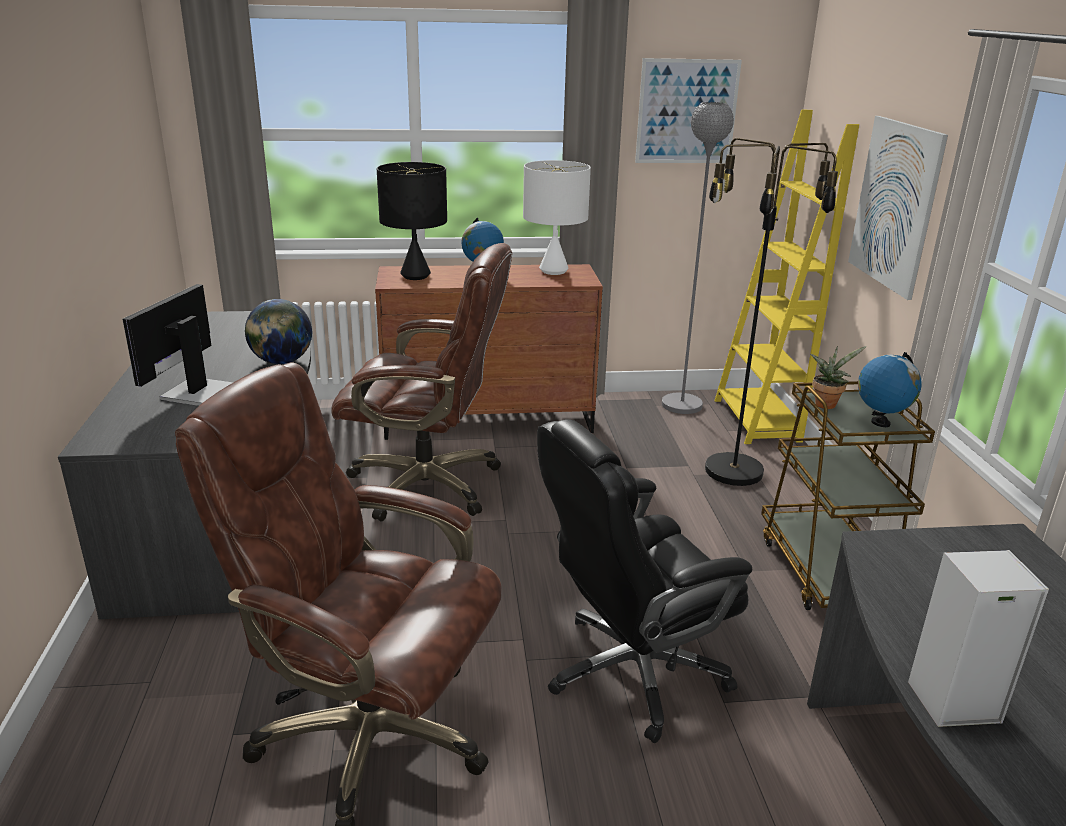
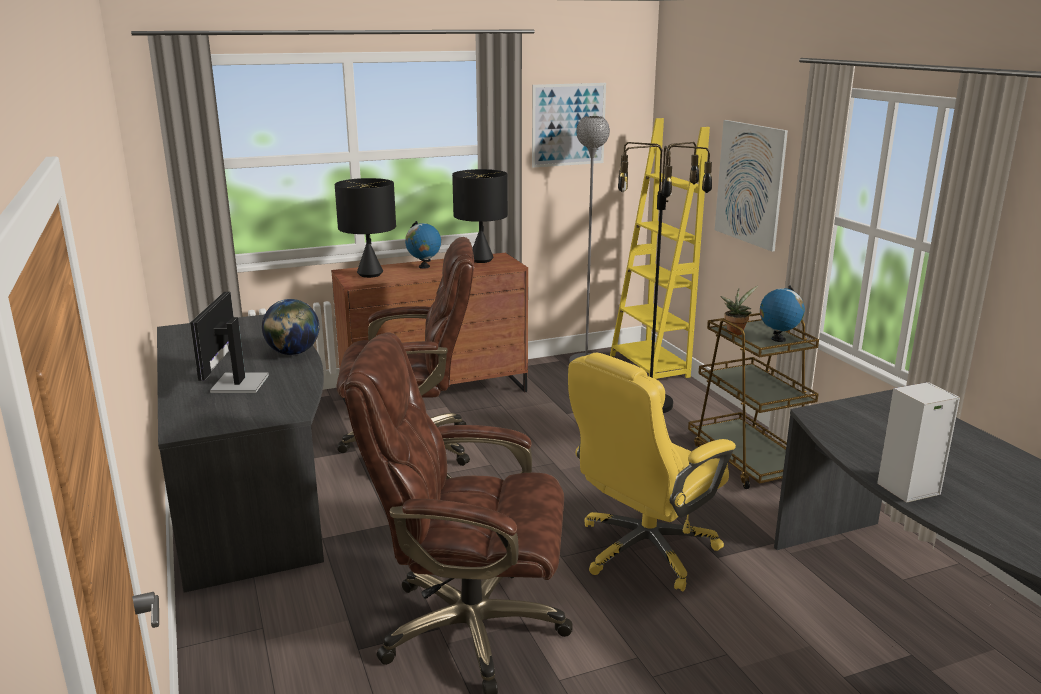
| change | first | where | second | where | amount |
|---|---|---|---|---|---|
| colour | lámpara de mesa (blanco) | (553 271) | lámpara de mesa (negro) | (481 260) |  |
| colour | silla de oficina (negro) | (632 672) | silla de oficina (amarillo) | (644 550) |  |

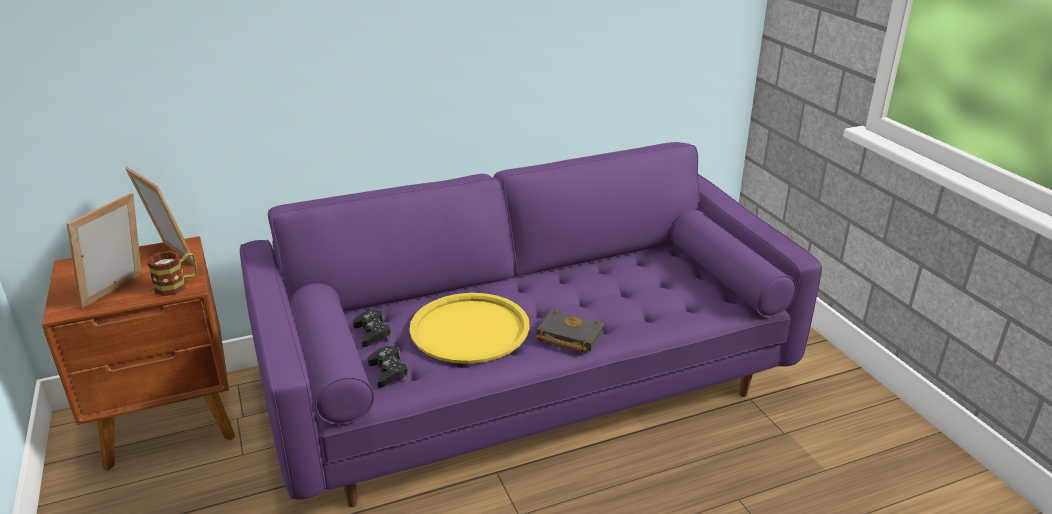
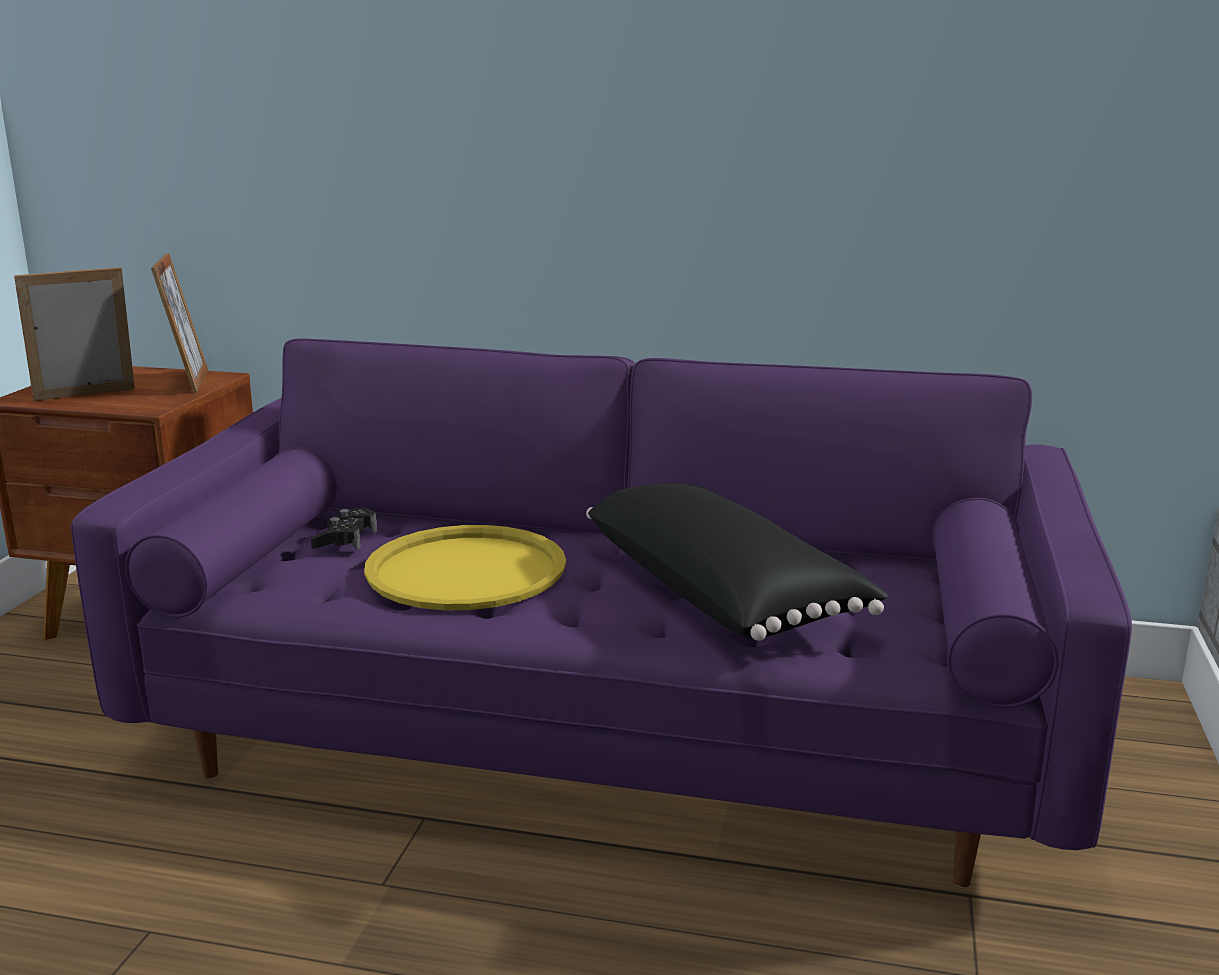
| change | first | where | second | where | amount |
|---|---|---|---|---|---|
| missing | taza grande | (178 285) |  |  |  |
| missing | mando de consola (negro) | (388 372) |  |  |  |
| missing | libro (negro) | (567 337) |  |  |  |
| appeared |  |  | cojín (negro) | (723 593) |  |

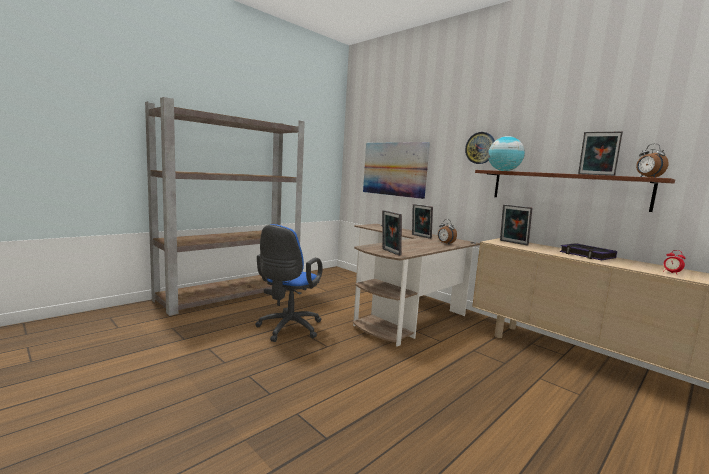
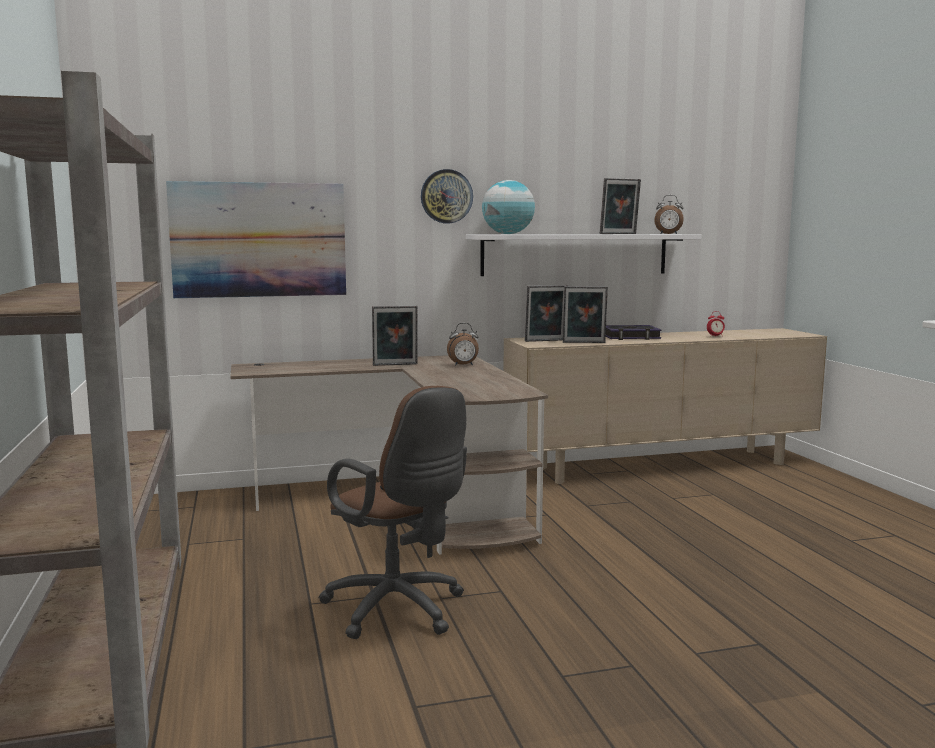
| change | first | where | second | where | amount |
|---|---|---|---|---|---|
| colour | silla de oficina (azul) | (287 329) | silla de oficina (marrón) | (399 611) |  |
| relocated | portarretratos | (390 252) |  | (584 343) |  |
| colour | estante (marrón) | (565 189) | estante (blanco) | (575 254) |  |

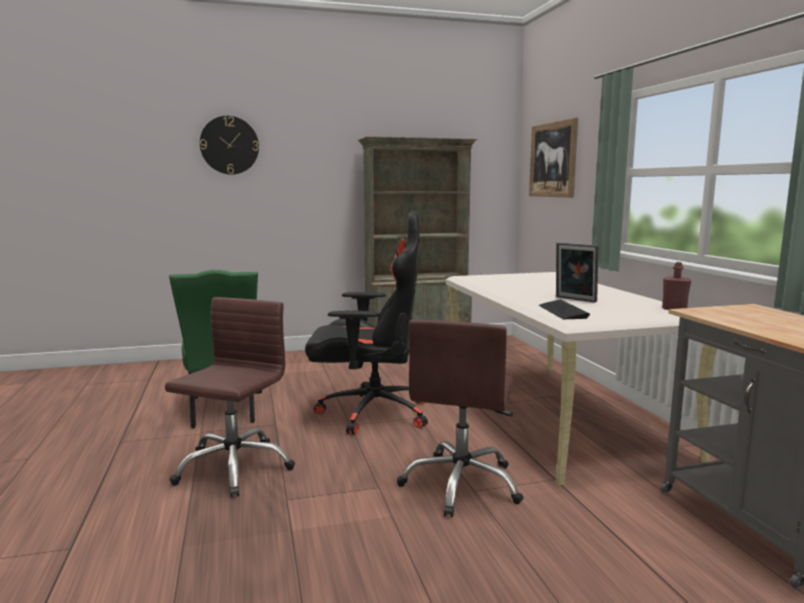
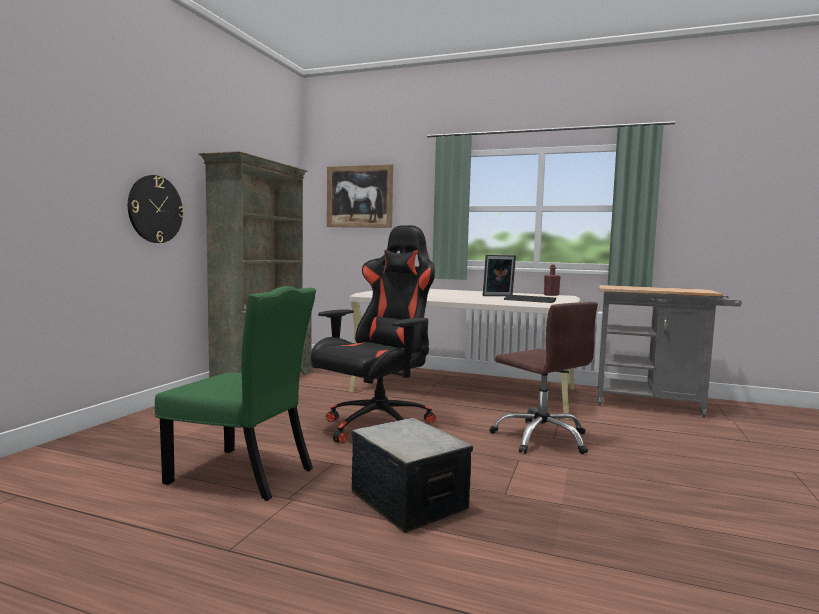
| change | first | where | second | where | amount |
|---|---|---|---|---|---|
| exchanged | silla de oficina (marrón) | (233 467) | caja de almacenaje | (409 501) |  |
| relocated | reloj de pared | (229 145) |  | (155 209) |  |

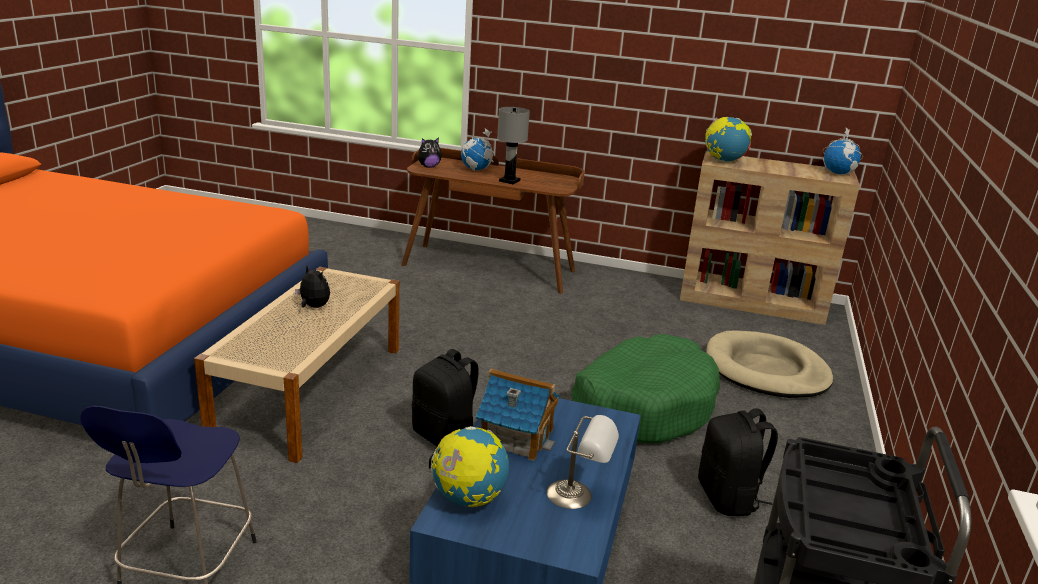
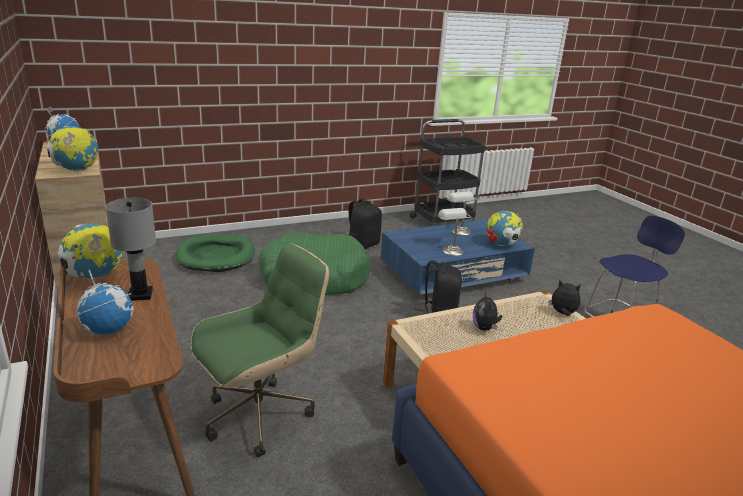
| change | first | where | second | where | amount |
|---|---|---|---|---|---|
| relocated | peluche | (429 166) |  | (562 313) |  |
| exchanged | casita | (516 437) | lámpara de mesa (blanco) | (450 249) |  |
| colour | cama para perro (beis) | (766 370) | cama para perro (verde) | (216 256) |  |
| appeared |  |  | globo terráqueo | (94 276) |  |
| appeared |  |  | silla de oficina (verde) | (262 415) |  |

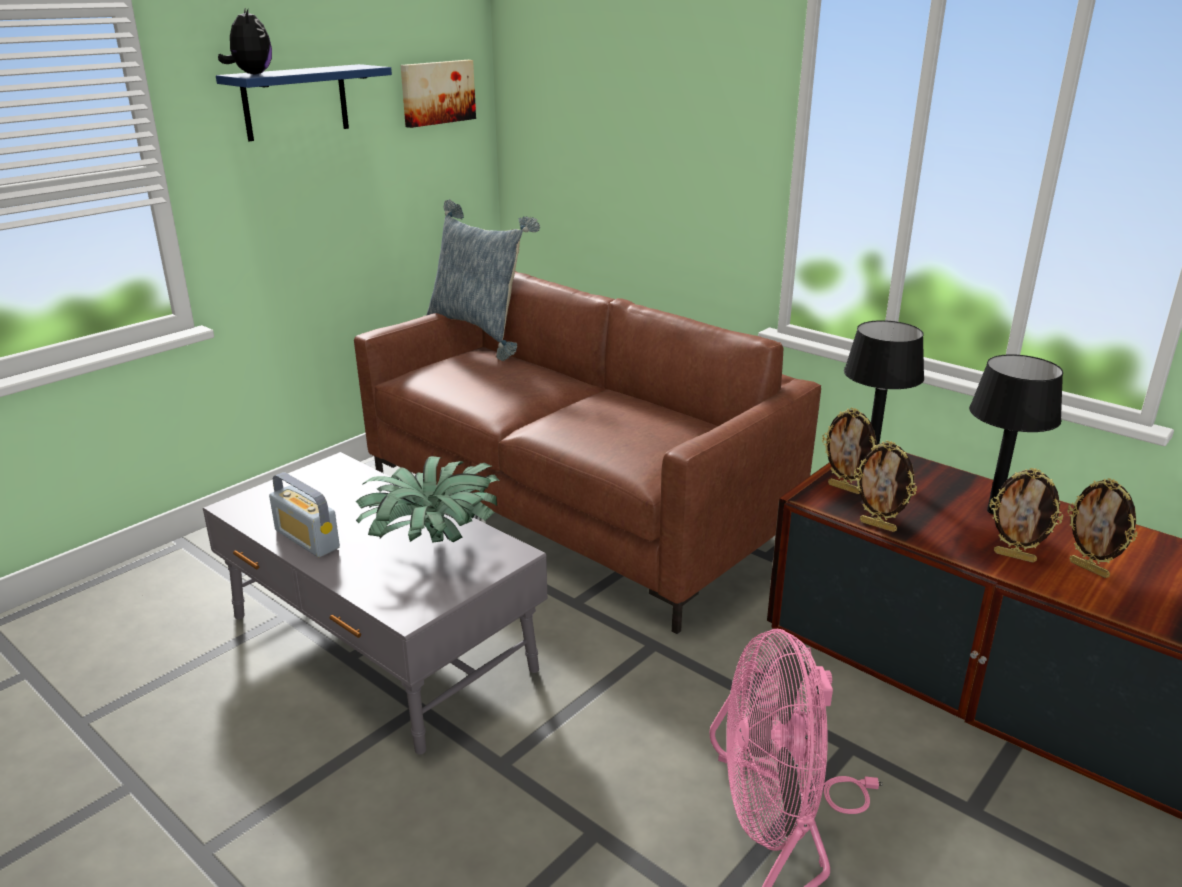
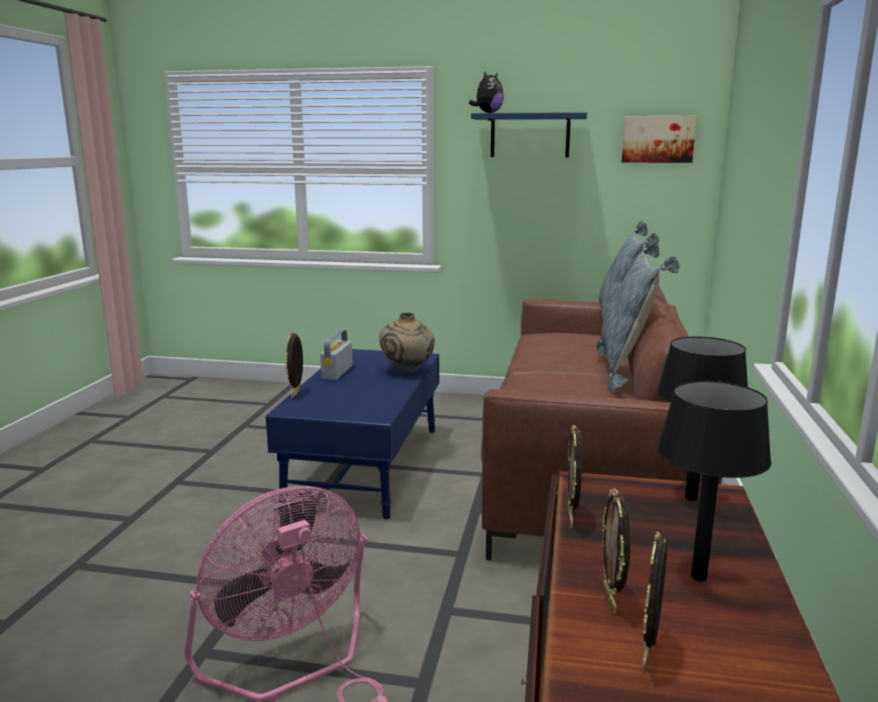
| change | first | where | second | where | amount |
|---|---|---|---|---|---|
| colour | mesa de centro (gris) | (382 644) | mesa de centro (azul) | (365 466) |  |
| missing | planta en maceta | (432 544) |  |  |  |
| relocated | portarretratos | (844 488) |  | (296 394) |  |
| appeared |  |  | florero (beis) | (407 371) |  |
| appeared |  |  | cojín | (629 375) |  |

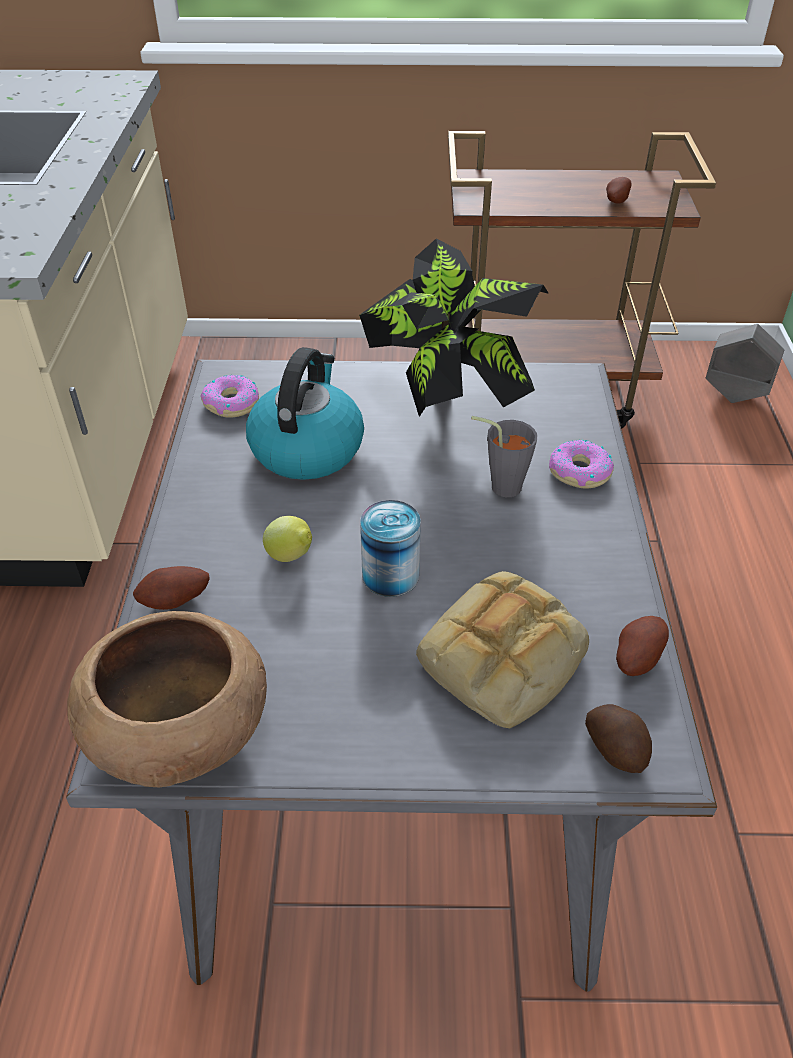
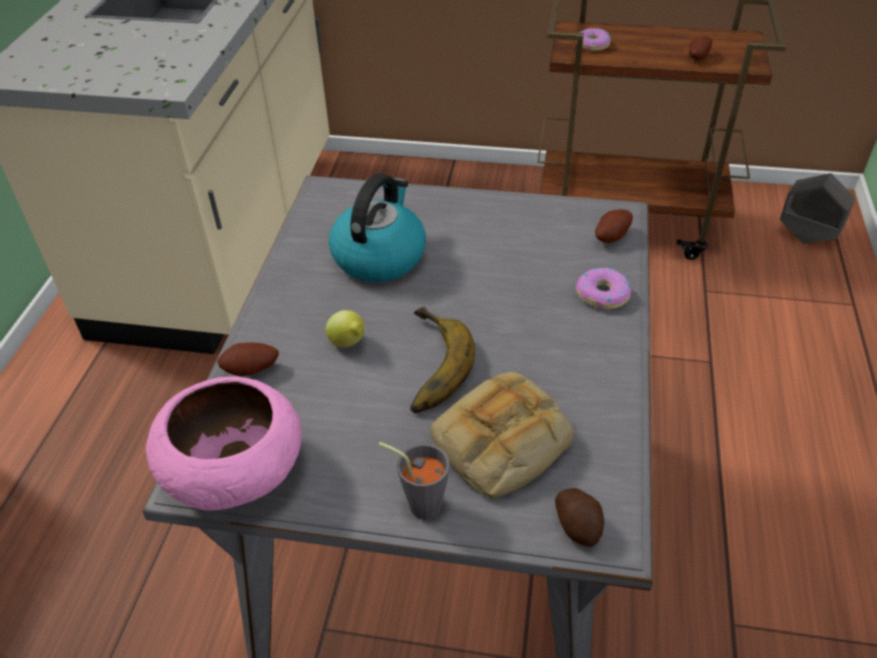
| change | first | where | second | where | amount |
|---|---|---|---|---|---|
| colour | cuenco (marrón) | (179 731) | cuenco (rosa) | (235 471) |  |
| relocated | rosquilla | (231 403) |  | (592 45) |  |
| missing | planta en maceta | (447 408) |  |  |  |
| exchanged | lata | (390 575) | plátano | (425 366) |  |
| relocated | taza (gris) | (499 485) |  | (418 503) |  |
| relocated | patata | (636 658) |  | (611 236) |  |

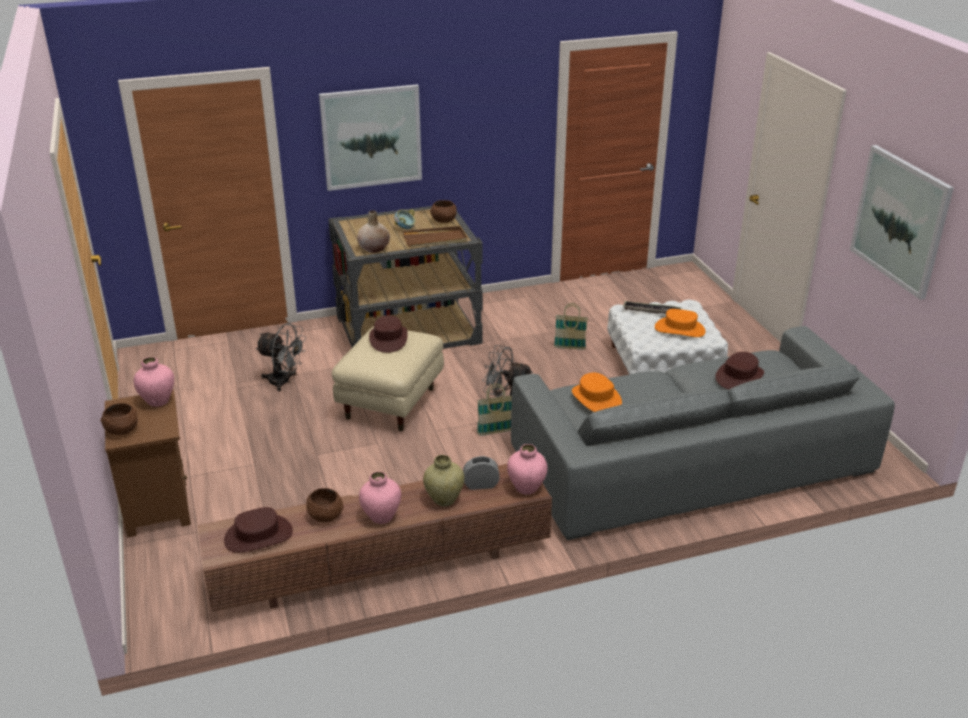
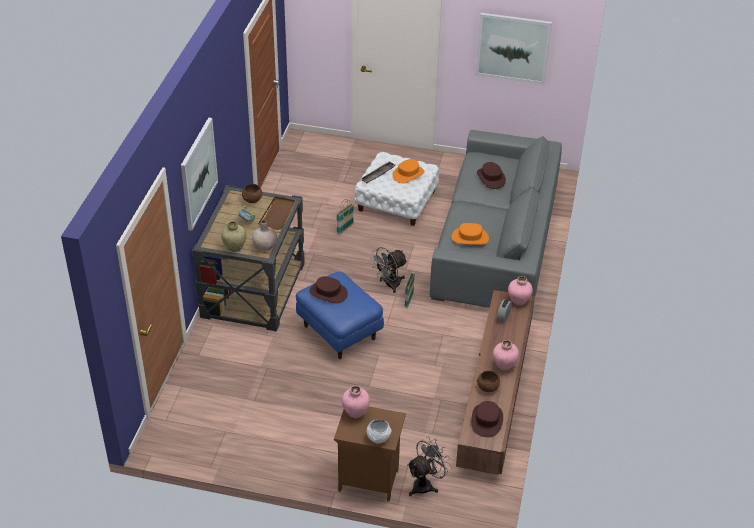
| change | first | where | second | where | amount |
|---|---|---|---|---|---|
| colour | cuenco (marrón) | (121 430) | cuenco (blanco) | (378 437) |  |
| relocated | ventilador (gris) | (284 382) |  | (426 484) |  |
| colour | puf (beis) | (391 403) | puf (azul) | (338 332) |  |
| relocated | florero (beis) | (444 499) |  | (234 247) |  |

